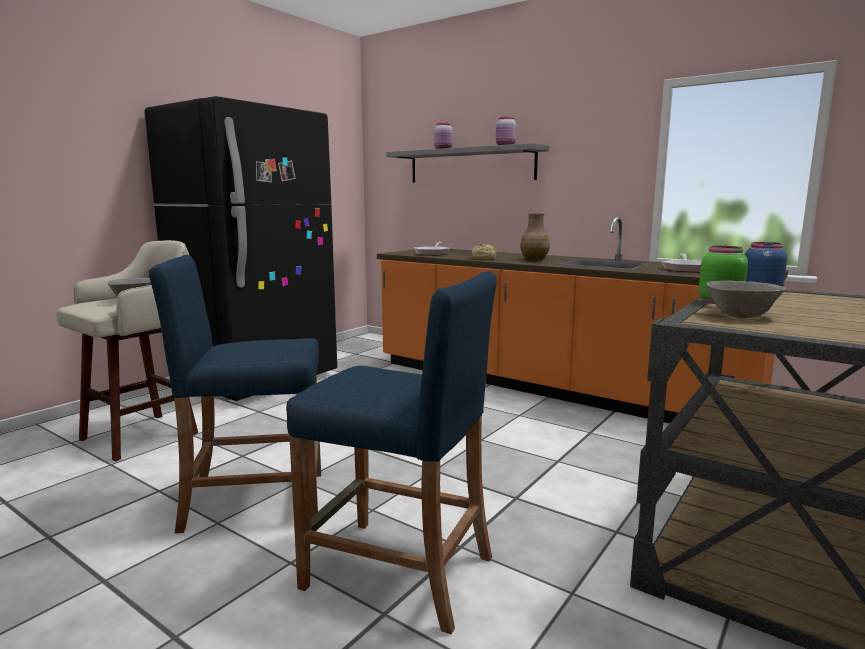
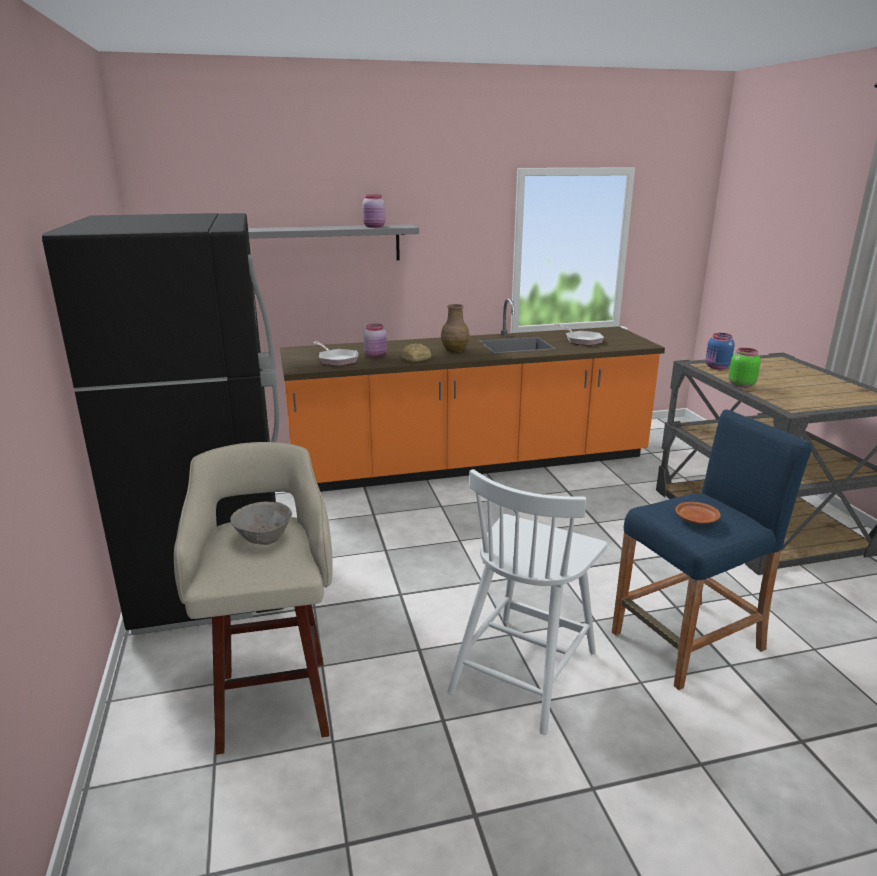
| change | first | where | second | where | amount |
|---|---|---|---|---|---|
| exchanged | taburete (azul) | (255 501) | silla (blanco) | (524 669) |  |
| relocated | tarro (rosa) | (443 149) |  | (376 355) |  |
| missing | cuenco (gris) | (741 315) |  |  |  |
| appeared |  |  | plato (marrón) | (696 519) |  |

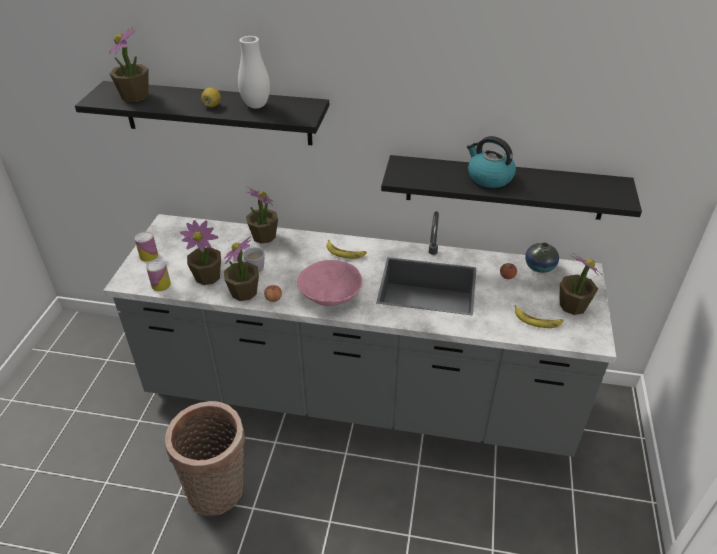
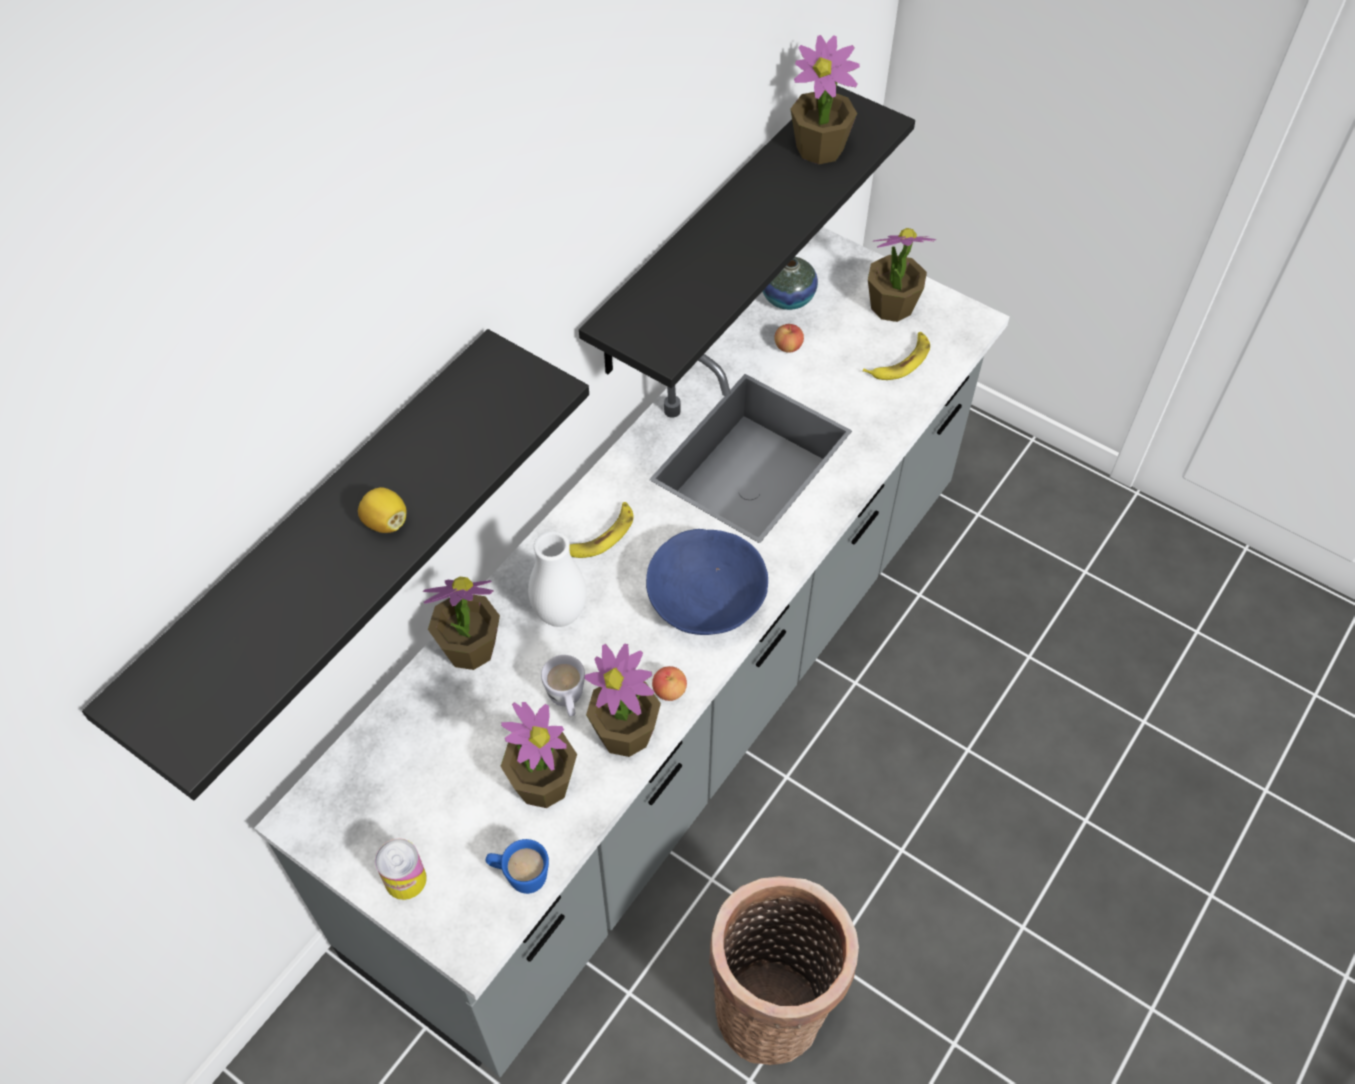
| change | first | where | second | where | amount |
|---|---|---|---|---|---|
| relocated | planta en maceta | (135 96) |  | (820 148) |  |
| exchanged | lata | (161 284) | taza grande (azul) | (519 876) |  |
| relocated | florero (blanco) | (256 106) |  | (560 614) |  |
| colour | cuenco (rosa) | (330 295) | cuenco (azul) | (706 600) |  |
| missing | hervidor | (489 177) |  |  |  |

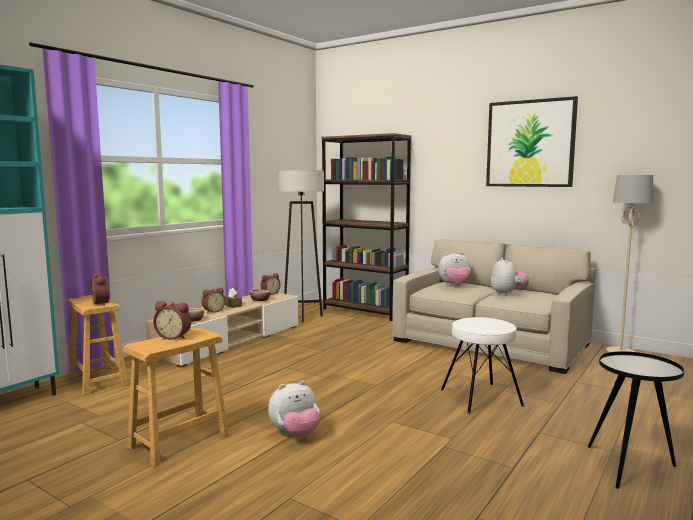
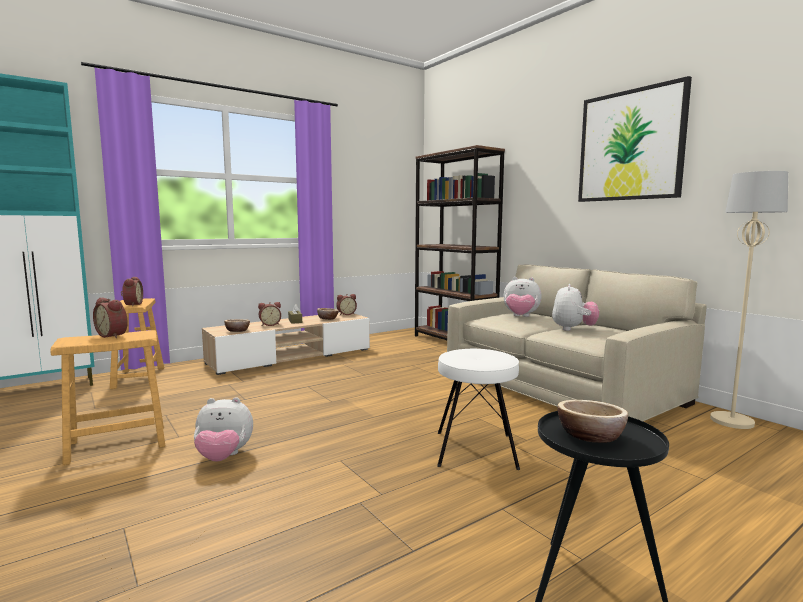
| change | first | where | second | where | amount |
|---|---|---|---|---|---|
| missing | lámpara de pie (gris) | (302 316) |  |  |  |
| appeared |  |  | cuenco | (590 436) |  |

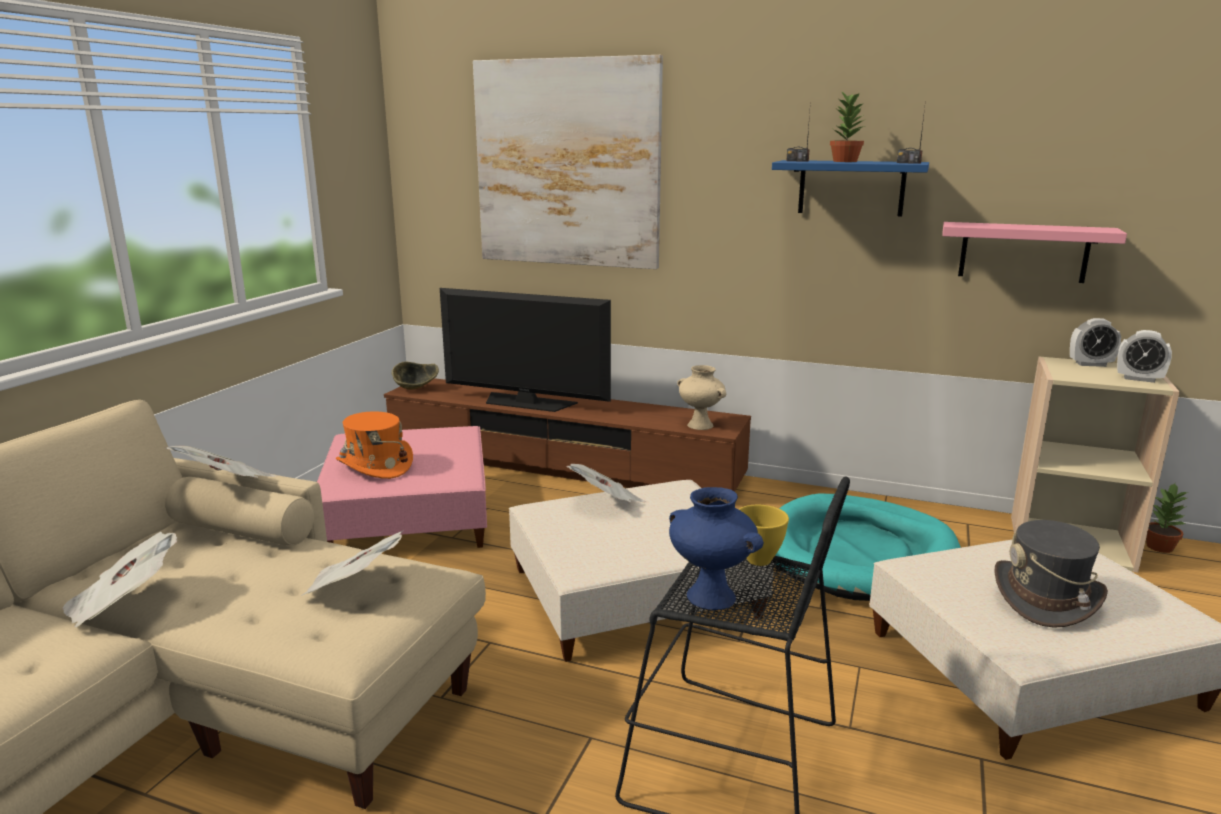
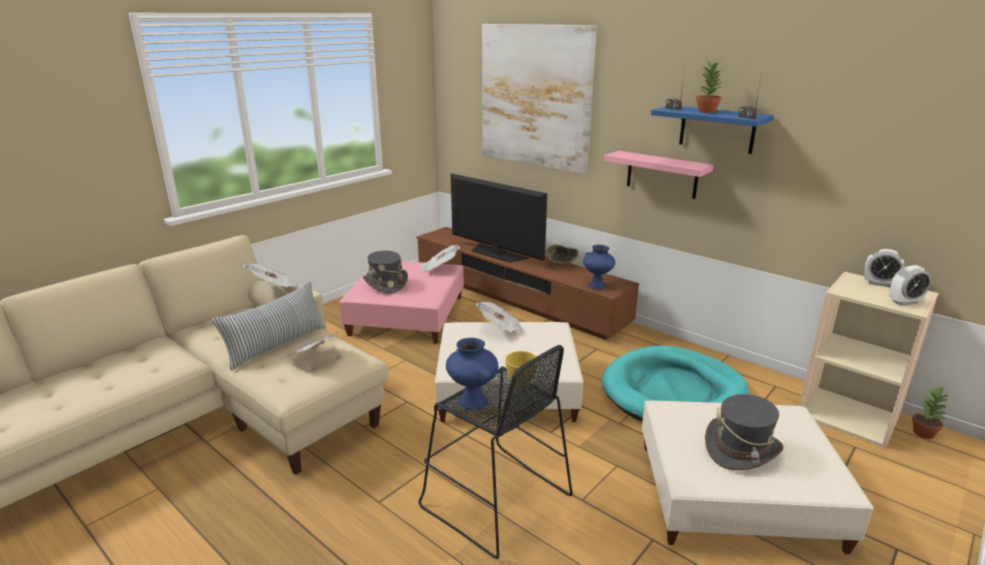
| change | first | where | second | where | amount |
|---|---|---|---|---|---|
| relocated | periódico | (123 604) |  | (439 268) |  |
| colour | sombrero (naranja) | (375 466) | sombrero (gris) | (385 284) |  |
| relocated | cuenco | (416 389) |  | (560 265) |  |
| colour | florero (beis) | (701 425) | florero (azul) | (597 285) |  |
| relocated | estante (rosa) | (1023 252) |  | (662 174) |  |
| spun | despertador | (1139 379) |  | (904 302) | 60 degrees counterclockwise |
| appeared |  |  | cojín | (276 345) |  |

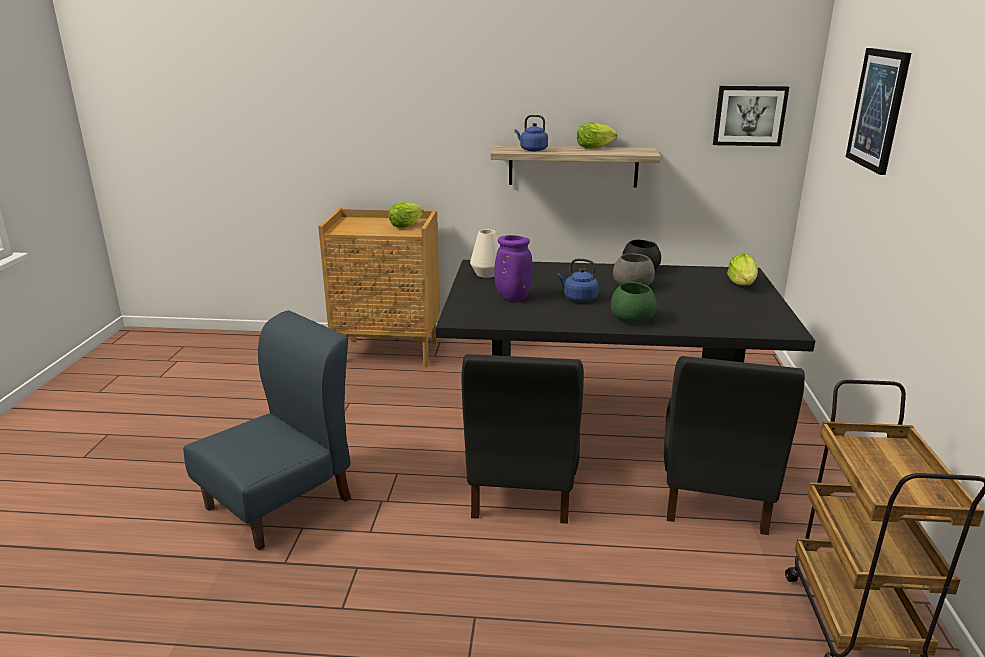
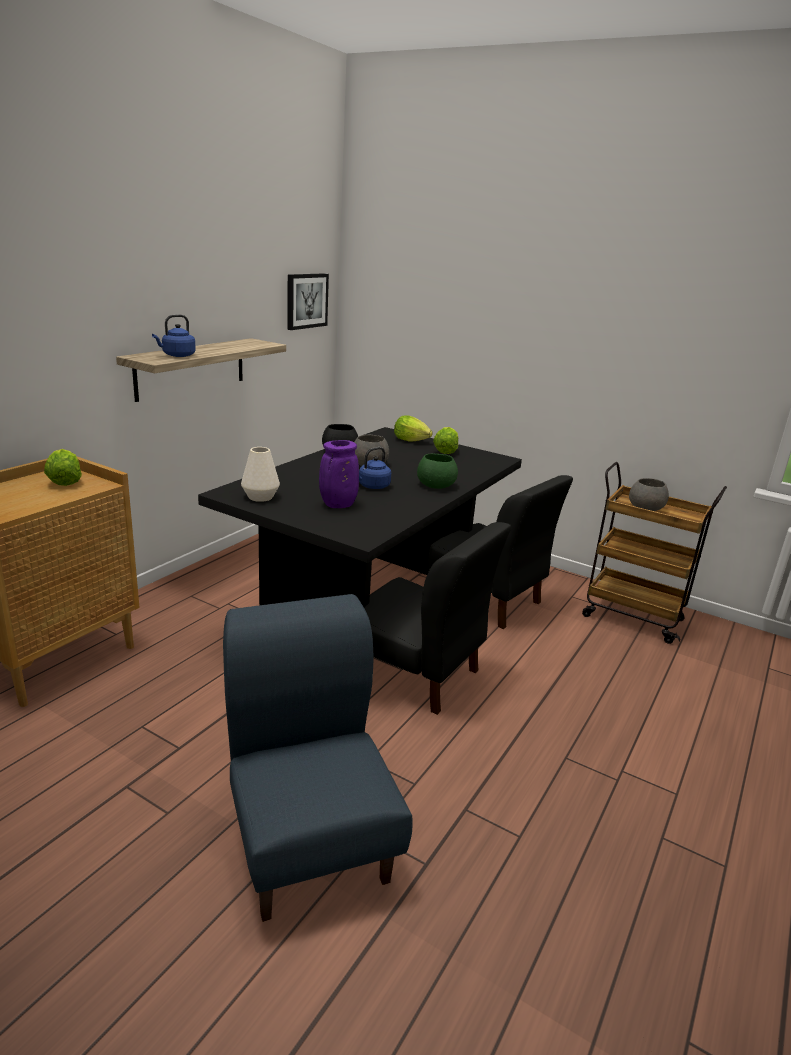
| change | first | where | second | where | amount |
|---|---|---|---|---|---|
| relocated | lechuga | (593 148) |  | (445 451) |  |
| missing | cuadro | (878 109) |  |  |  |
| appeared |  |  | cuenco (gris) | (646 508) |  |

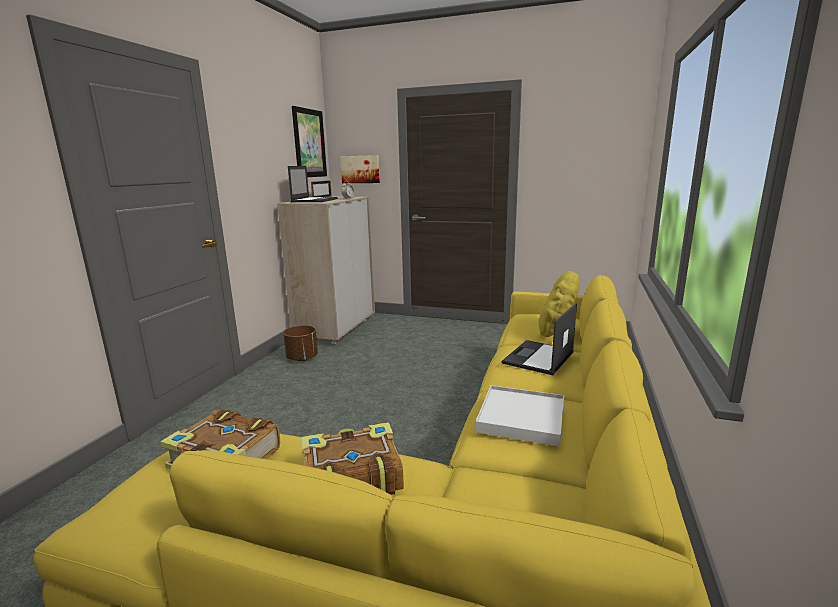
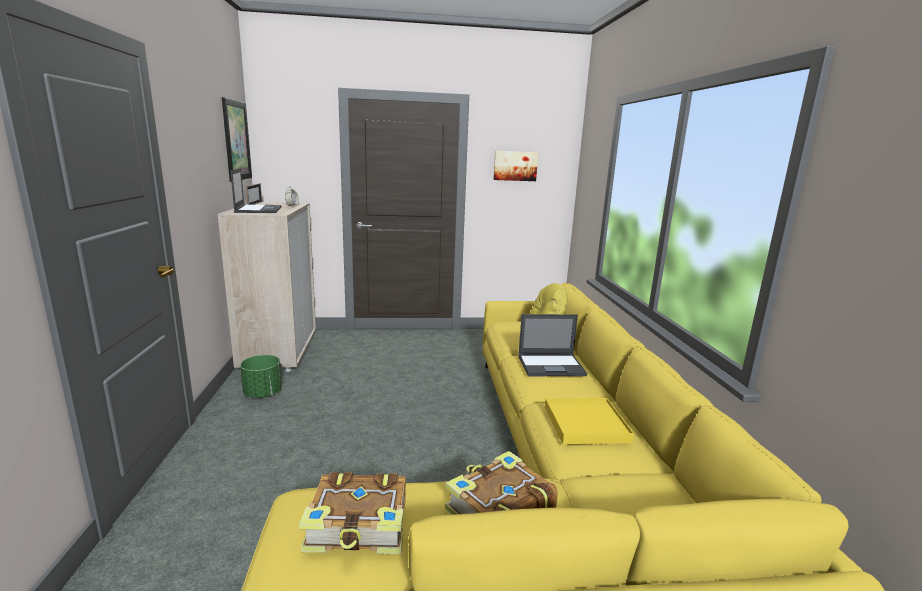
| change | first | where | second | where | amount |
|---|---|---|---|---|---|
| colour | maceta (marrón) | (302 358) | maceta (verde) | (263 393) |  |
| relocated | cuadro | (360 169) |  | (515 166) |  |
| colour | bandeja (blanco) | (521 418) | bandeja (amarillo) | (586 424) |  |
| spun | portátil | (538 358) |  | (551 365) | 105 degrees counterclockwise |

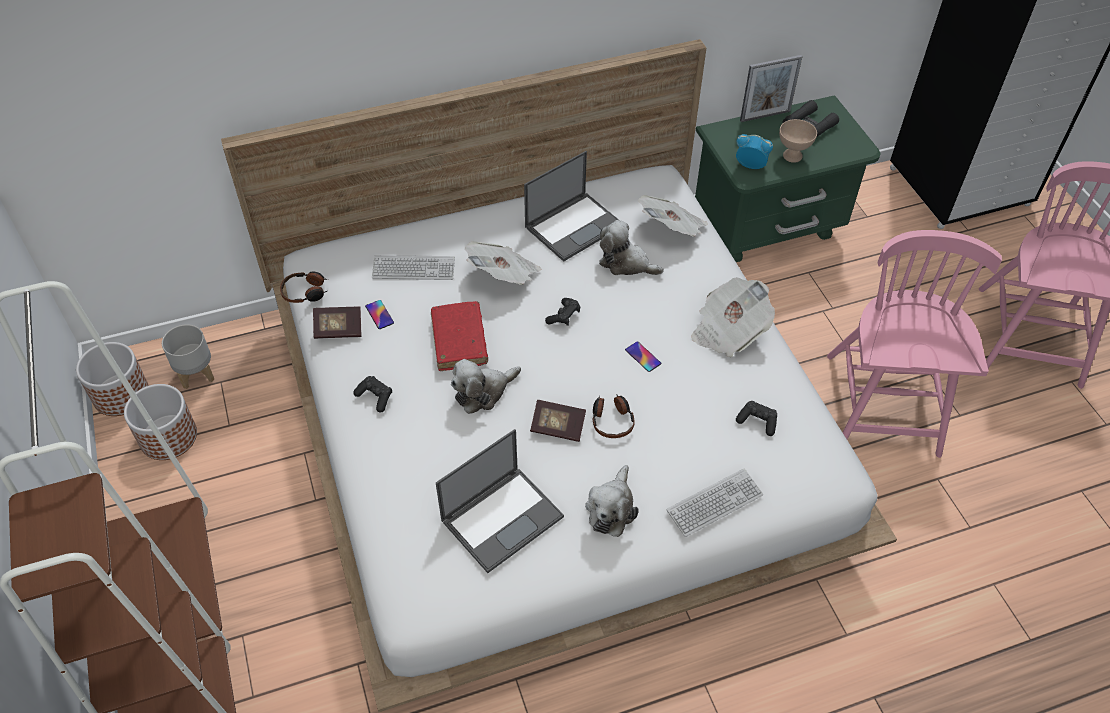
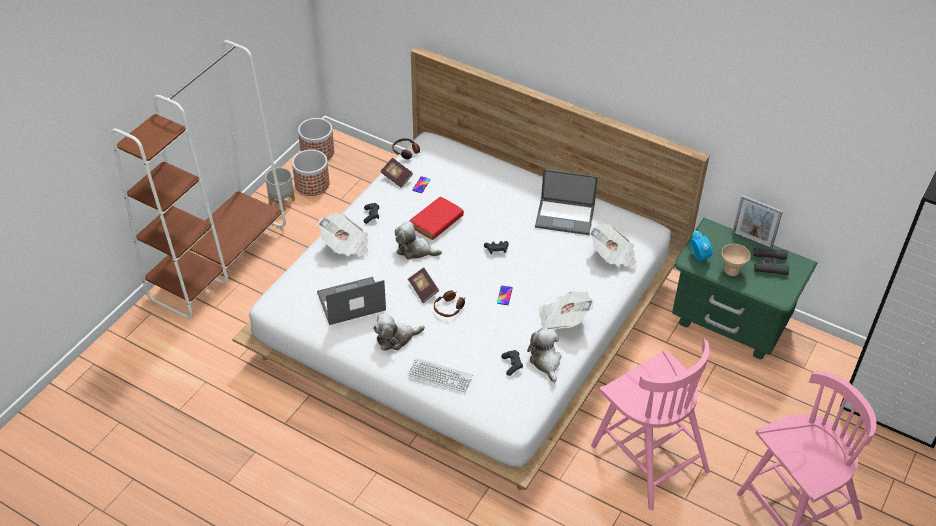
| change | first | where | second | where | amount |
|---|---|---|---|---|---|
| relocated | maceta (gris) | (196 373) |  | (282 201) |  |
| missing | teclado | (413 269) |  |  |  |
| spun | portátil | (503 517) |  | (350 302) | 150 degrees clockwise |
| relocated | periódico | (504 276) |  | (346 246) |  |
| relocated | peluche | (626 263) |  | (546 361) |  |
| spun | silla (rosa) | (882 407) |  | (647 456) | 90 degrees clockwise |

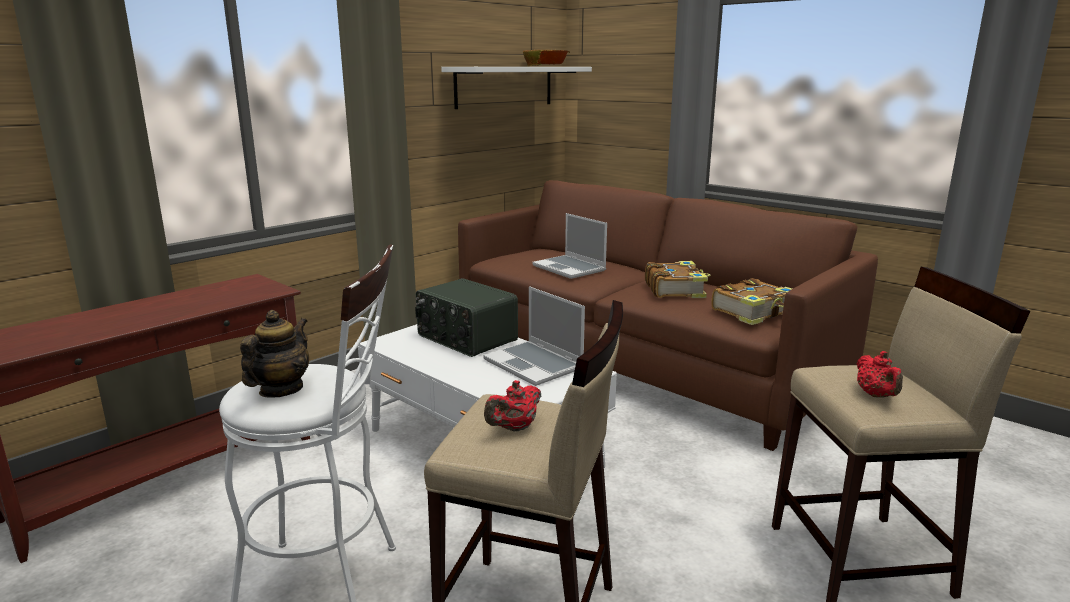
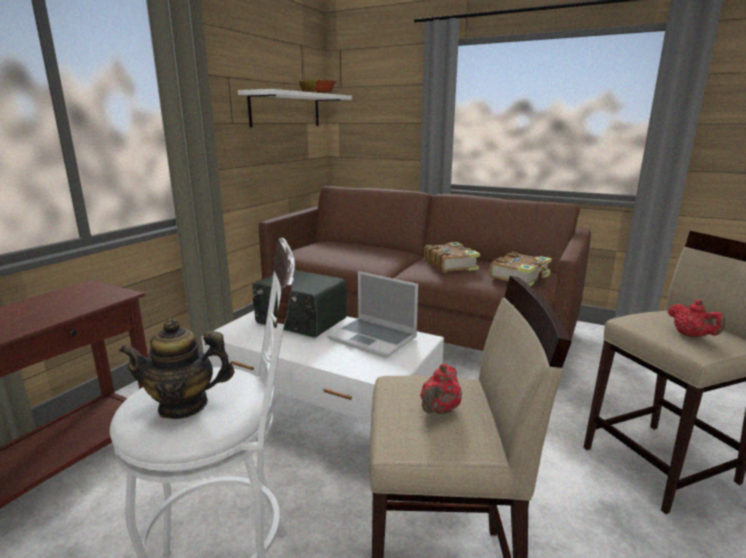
| change | first | where | second | where | amount |
|---|---|---|---|---|---|
| spun | tetera | (281 390) |  | (183 405) | 105 degrees counterclockwise |
| missing | portátil | (570 268) |  |  |  |

